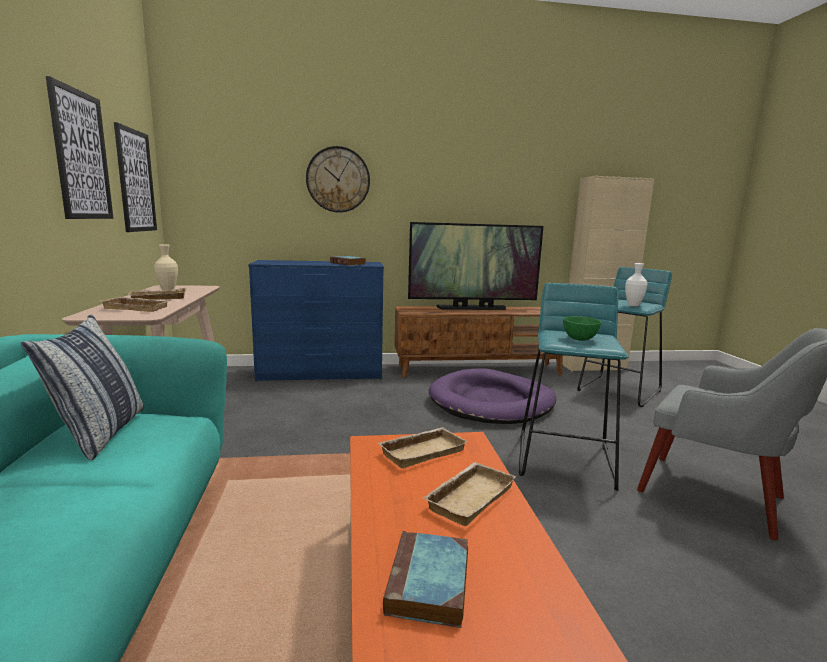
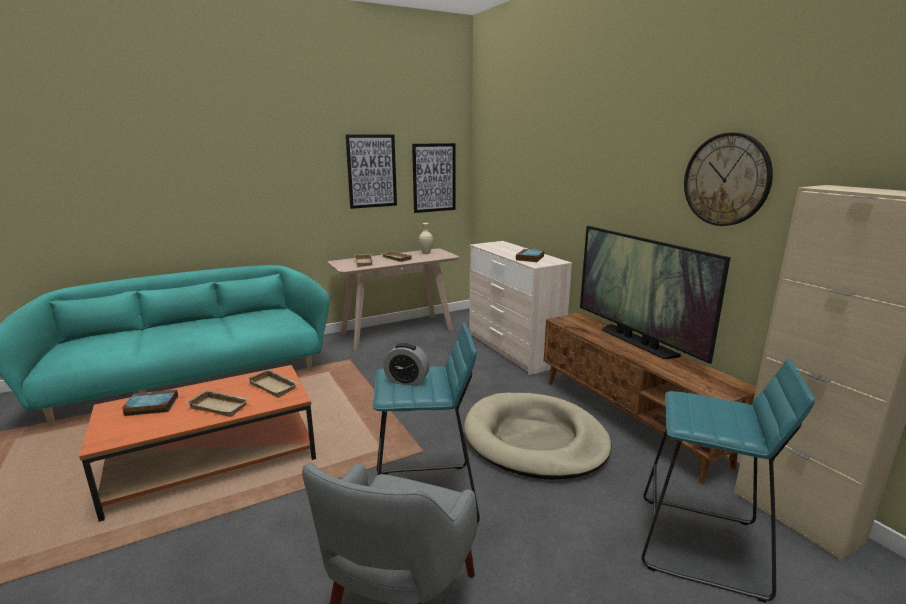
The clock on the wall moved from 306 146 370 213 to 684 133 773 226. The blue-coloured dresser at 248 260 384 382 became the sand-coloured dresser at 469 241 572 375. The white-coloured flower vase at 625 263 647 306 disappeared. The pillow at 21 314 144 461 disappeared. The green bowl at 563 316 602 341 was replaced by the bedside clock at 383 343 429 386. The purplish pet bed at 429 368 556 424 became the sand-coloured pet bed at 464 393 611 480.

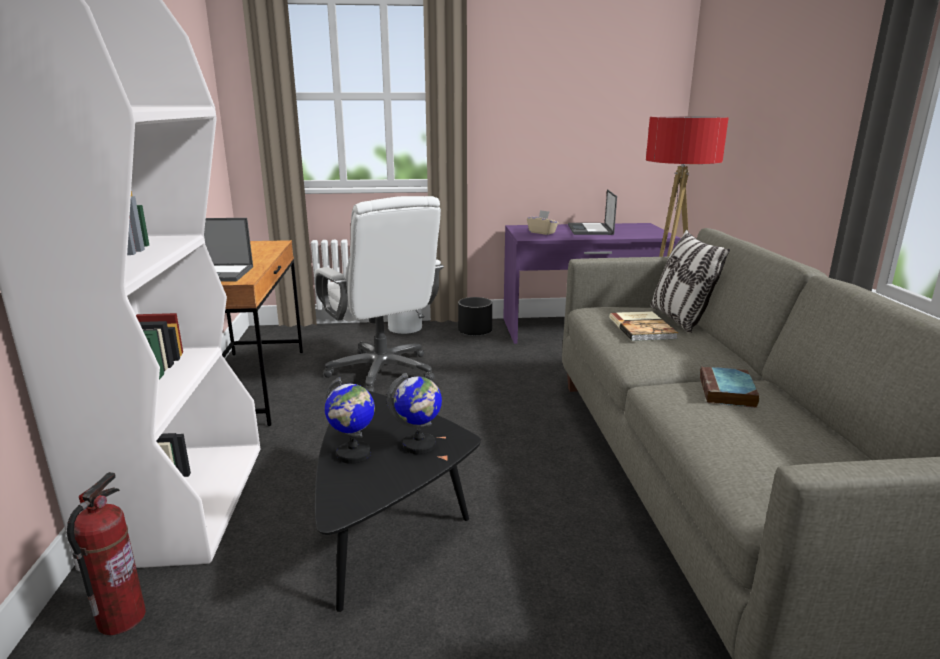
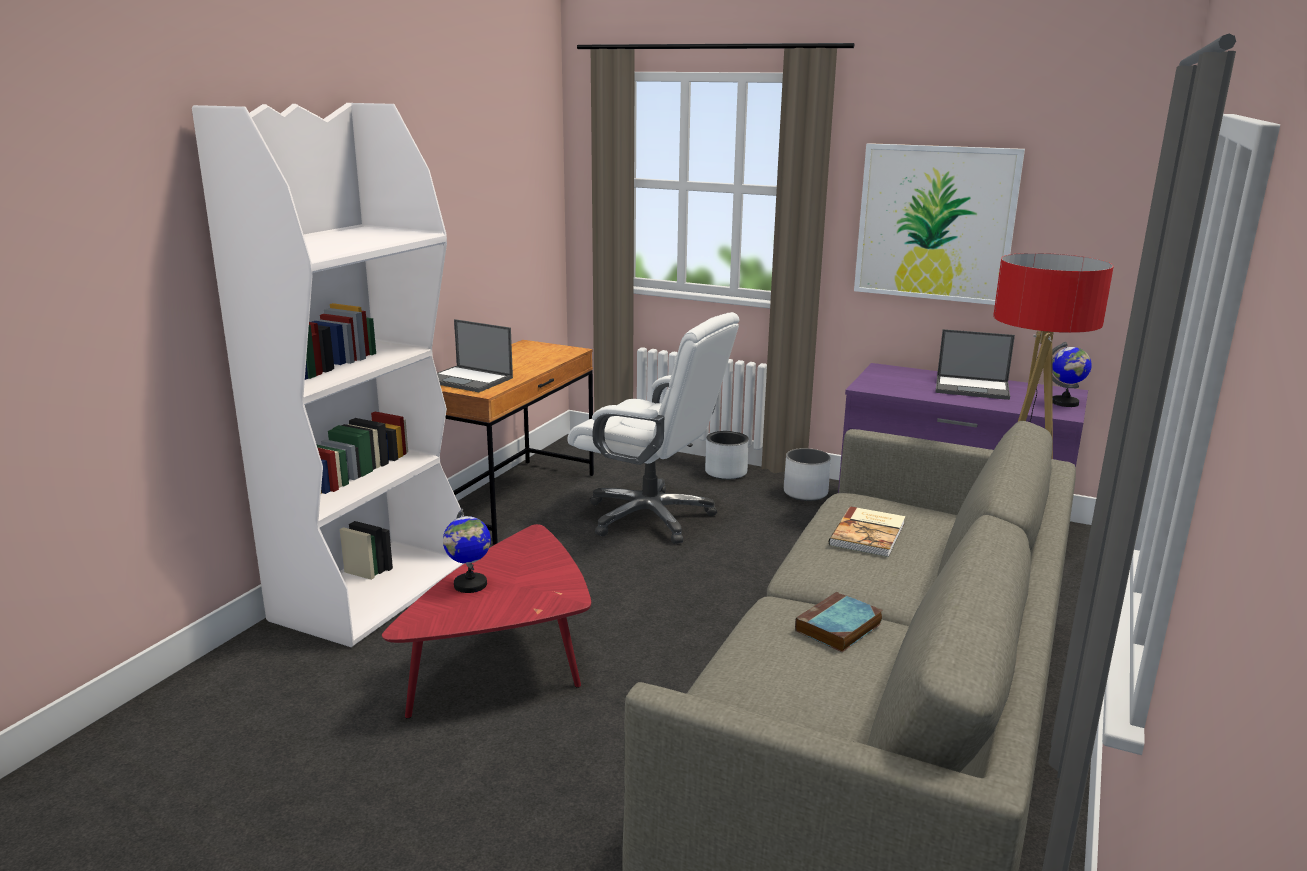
The laptop at 568 189 617 235 turned 105 degrees counterclockwise. The white-coloured desk chair at 314 196 444 392 turned 60 degrees counterclockwise. The sand-coloured tissue holder at 527 210 558 235 disappeared. The pillow at 651 230 730 334 disappeared. The black plant pot at 458 297 492 336 became the white-coloured plant pot at 784 448 831 501. The world globe moved from 386 373 442 454 to 1052 342 1092 407. The black low table at 315 390 481 612 became the red-coloured low table at 382 524 591 719. The extinguisher at 67 472 146 635 disappeared. The picture at 854 143 1025 305 appeared.

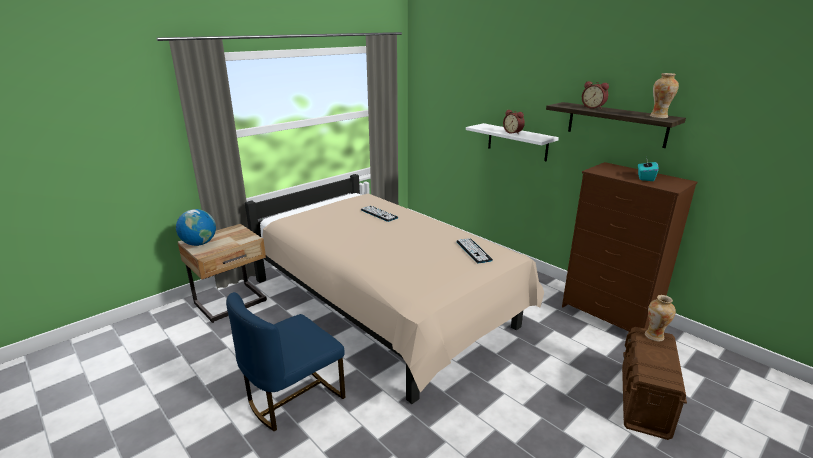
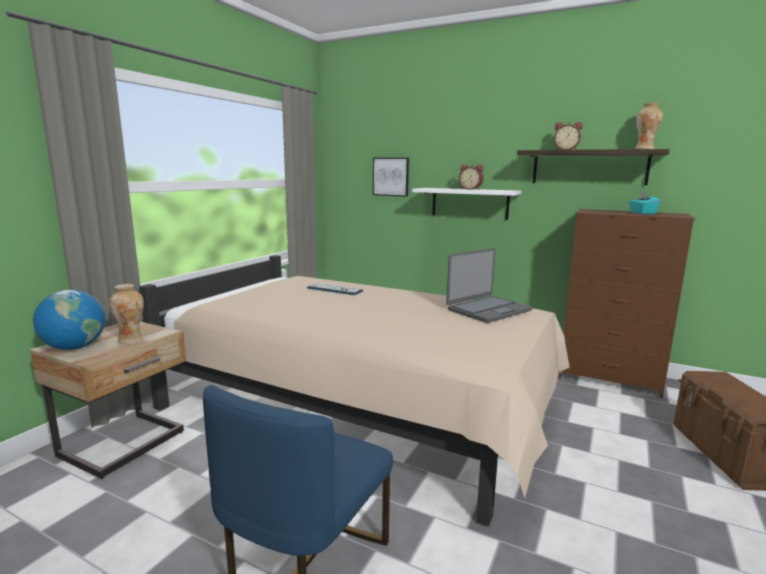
The computer keyboard at 456 238 493 263 was replaced by the laptop at 446 248 532 323. The flower vase moved from 645 295 676 341 to 109 284 144 344. The picture at 373 158 409 197 appeared.

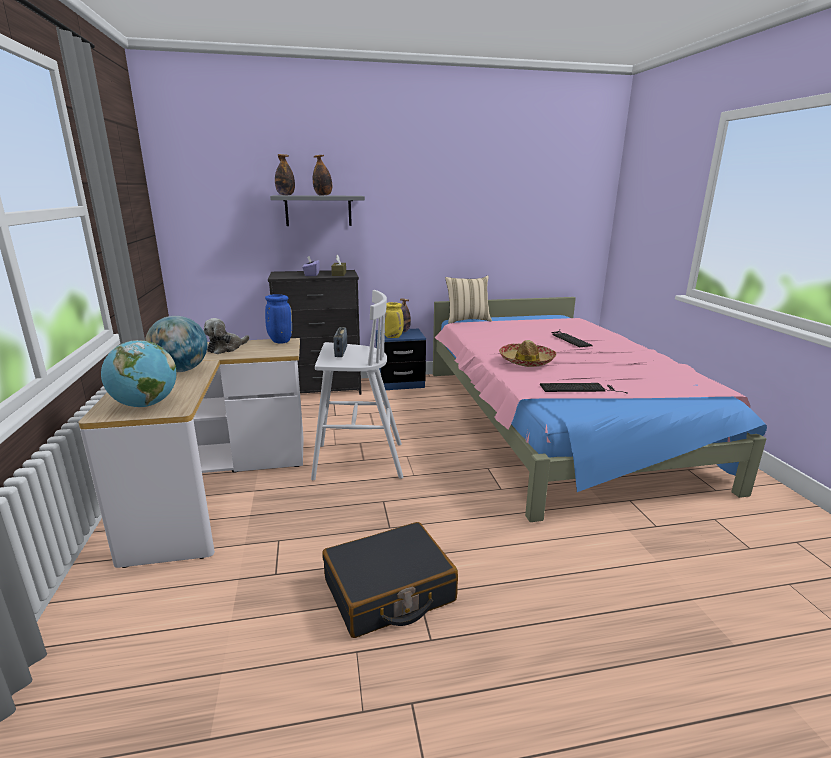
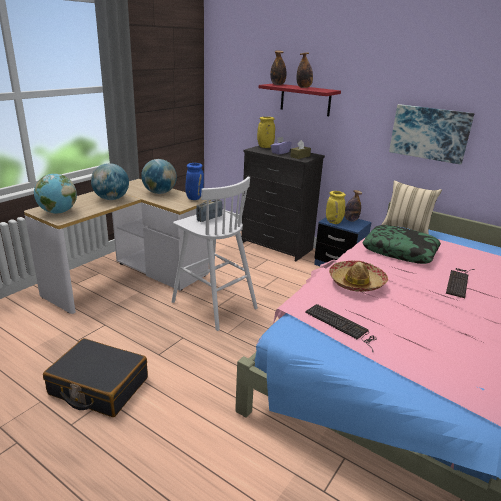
The grey shelf at 270 195 365 226 became the red-coloured shelf at 259 84 341 116. The plush toy at 204 318 249 354 was replaced by the world globe at 141 159 177 194. The picture at 389 104 475 165 appeared. The yellowish flower vase at 257 117 275 148 appeared. The pillow at 362 225 441 264 appeared.

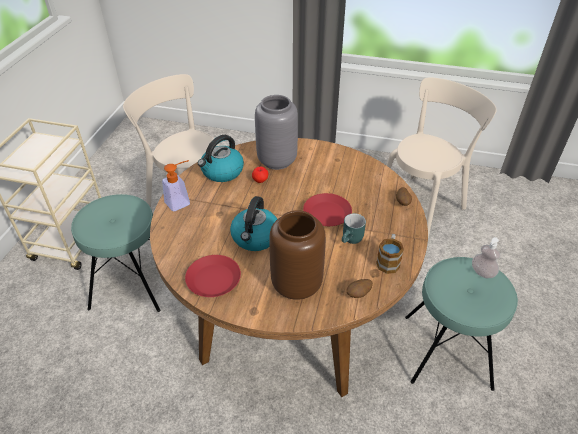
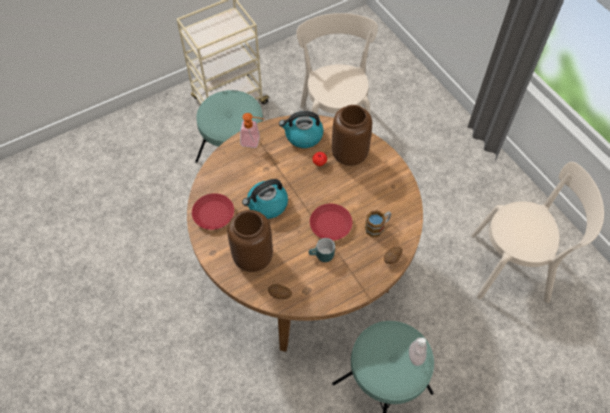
The grey flower vase at 255 95 298 170 became the brown flower vase at 332 105 372 166. The coffee mug moved from 376 234 404 274 to 365 210 391 237.

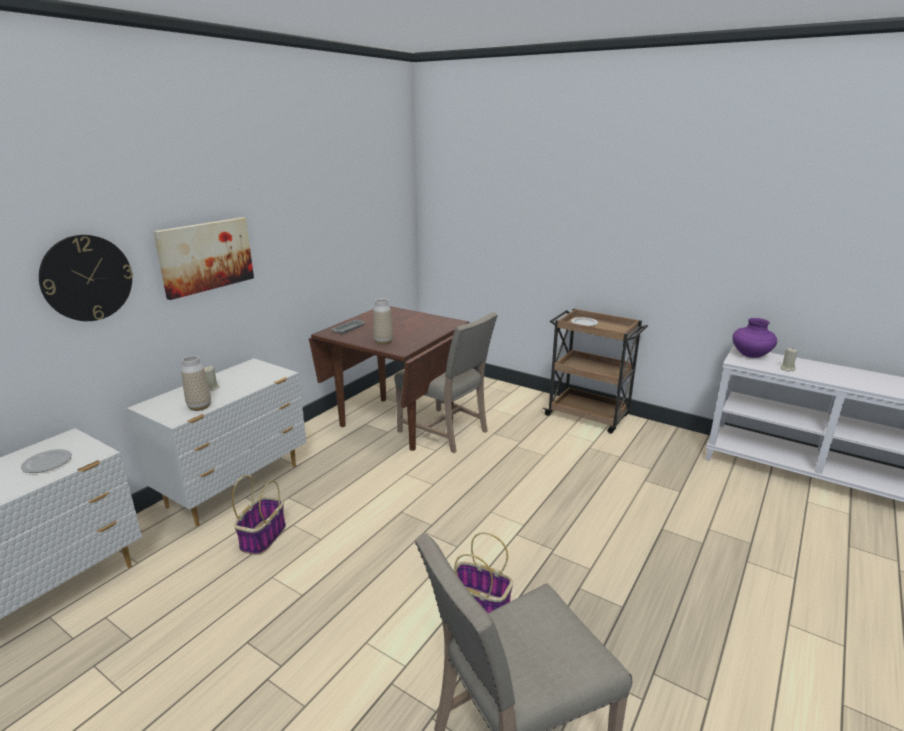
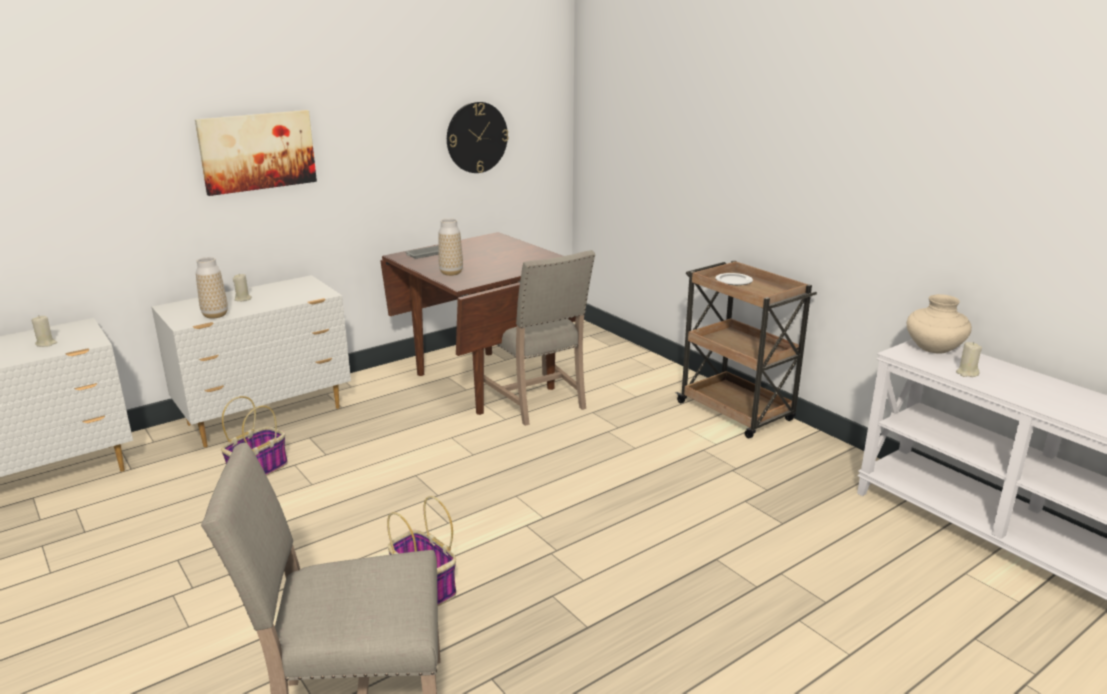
The clock on the wall moved from 39 235 133 321 to 447 102 509 173. The purplish flower vase at 732 318 777 358 became the sand-coloured flower vase at 907 294 972 353. The plate at 21 449 72 473 was replaced by the sand-coloured wax light at 31 315 57 347.

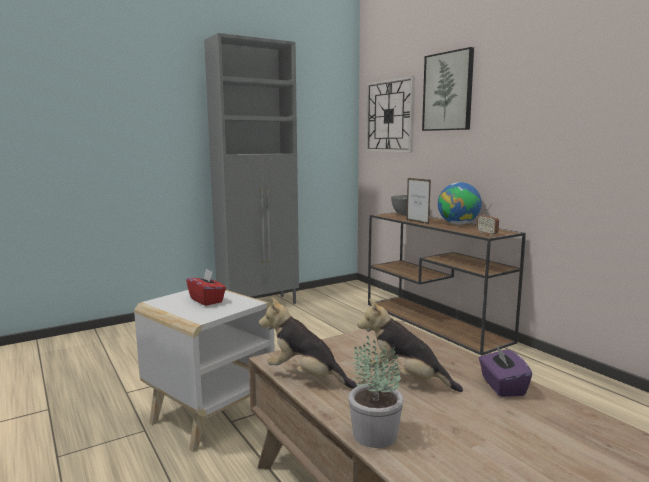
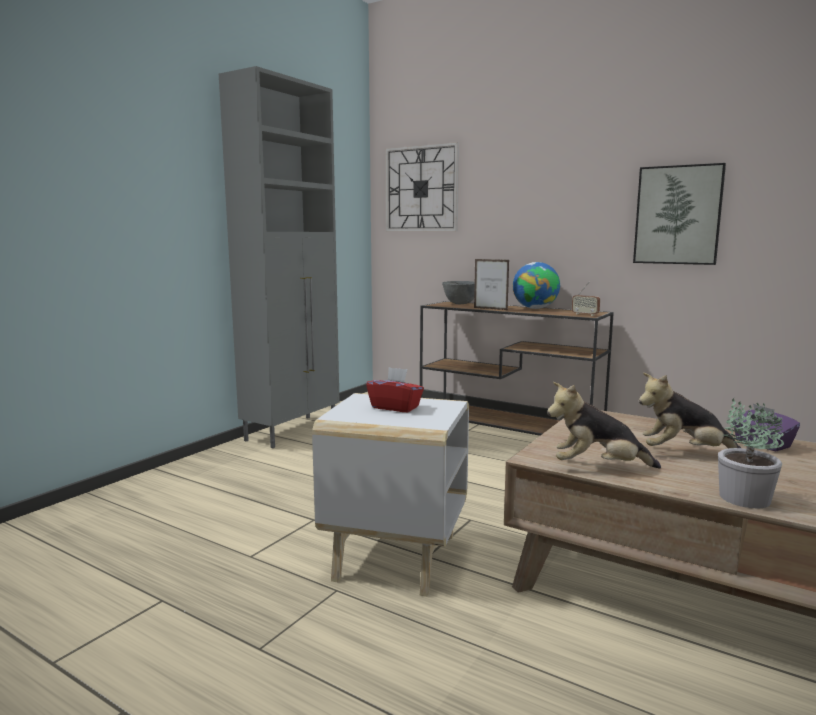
The picture moved from 422 47 474 131 to 633 163 726 265.

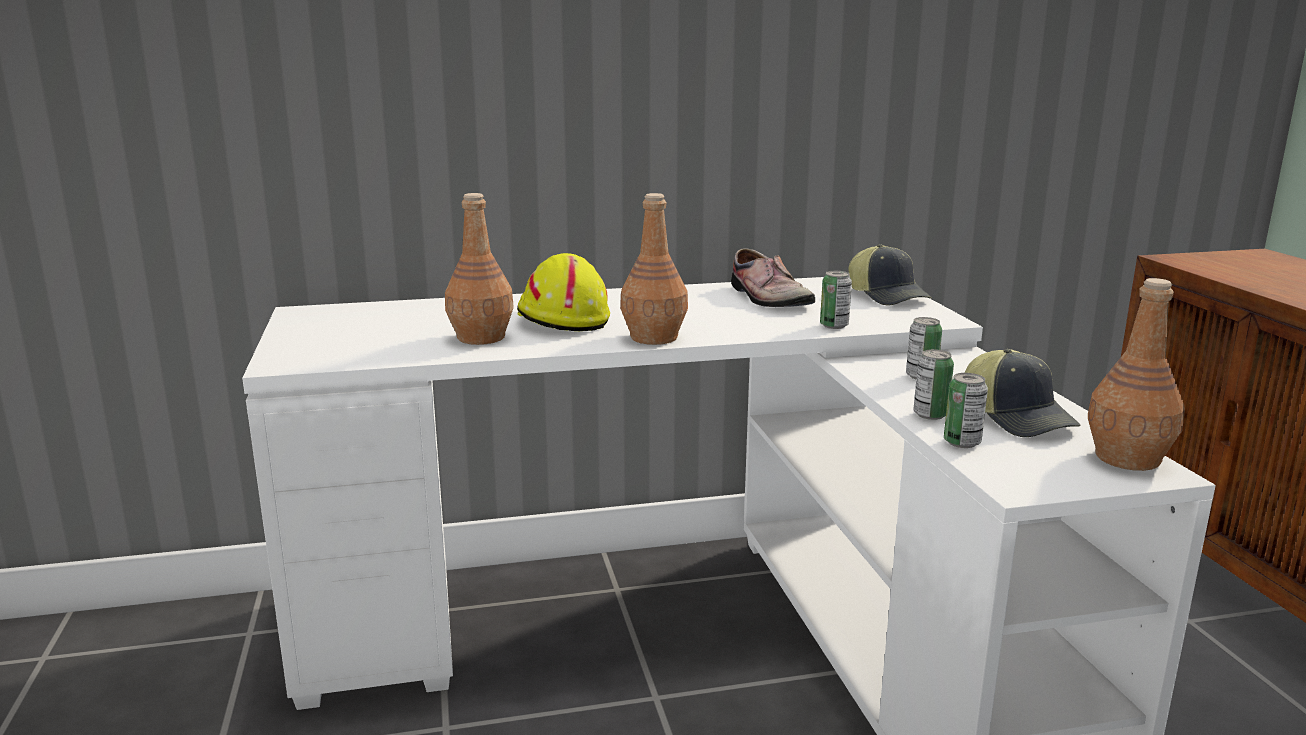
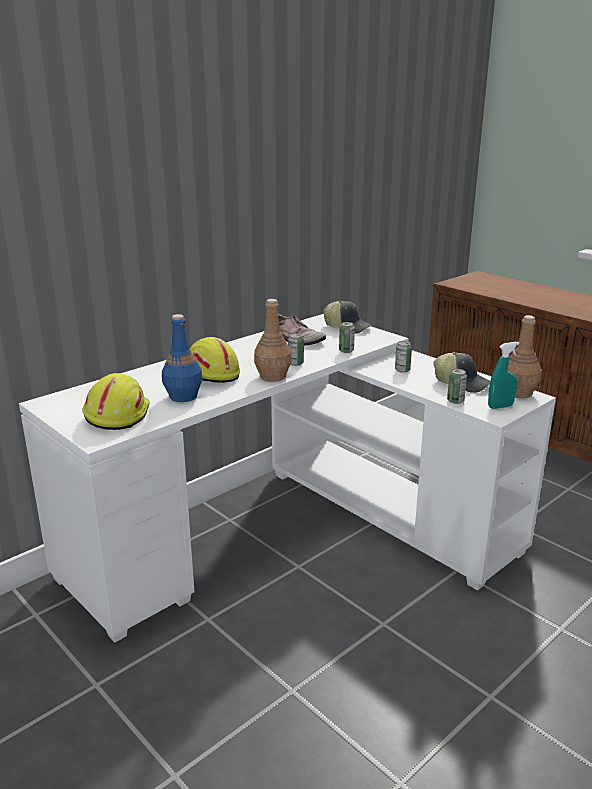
The brown drink bottle at 445 193 514 345 became the blue-coloured drink bottle at 162 314 202 402. The sealed can moved from 914 349 954 420 to 288 333 304 366. The turquoise hand sprayer at 488 342 520 409 appeared. The yellowish work helmet at 82 373 149 430 appeared.

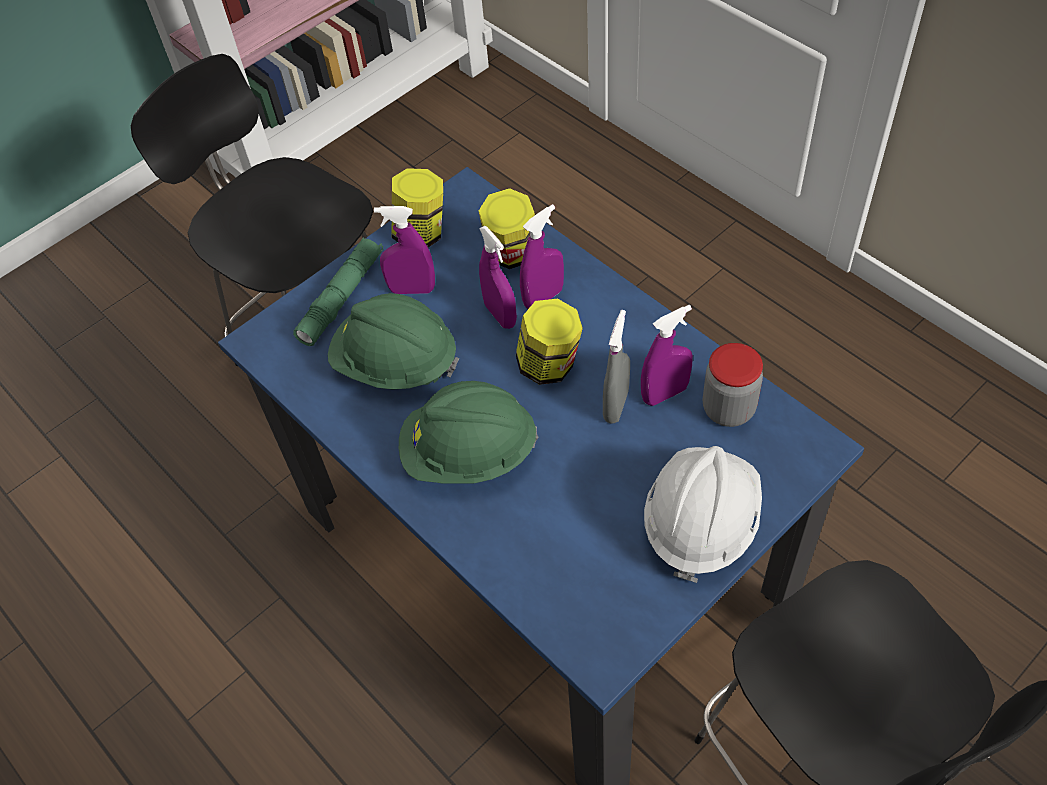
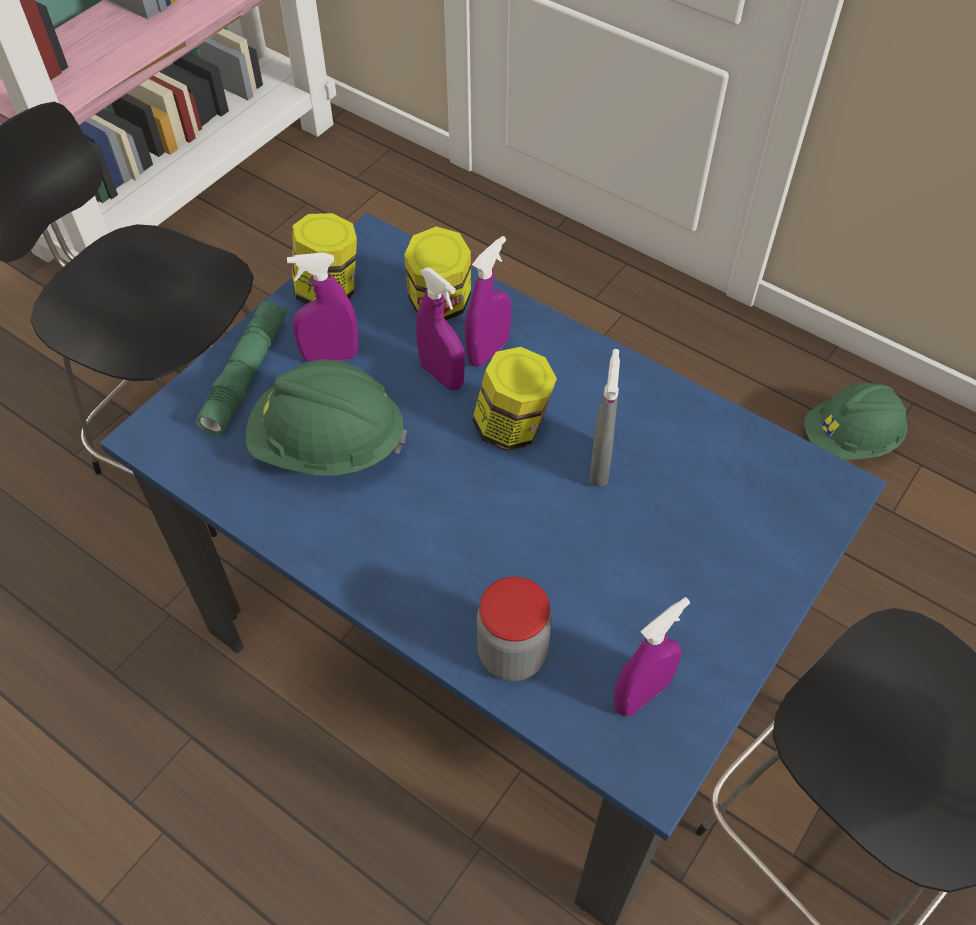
The purplish hand sprayer moved from 641 305 693 406 to 614 597 690 717. The preserve jar moved from 703 343 763 427 to 477 577 552 681. The green work helmet moved from 399 381 538 484 to 804 383 907 460. The white-coloured work helmet at 644 446 762 583 disappeared.

